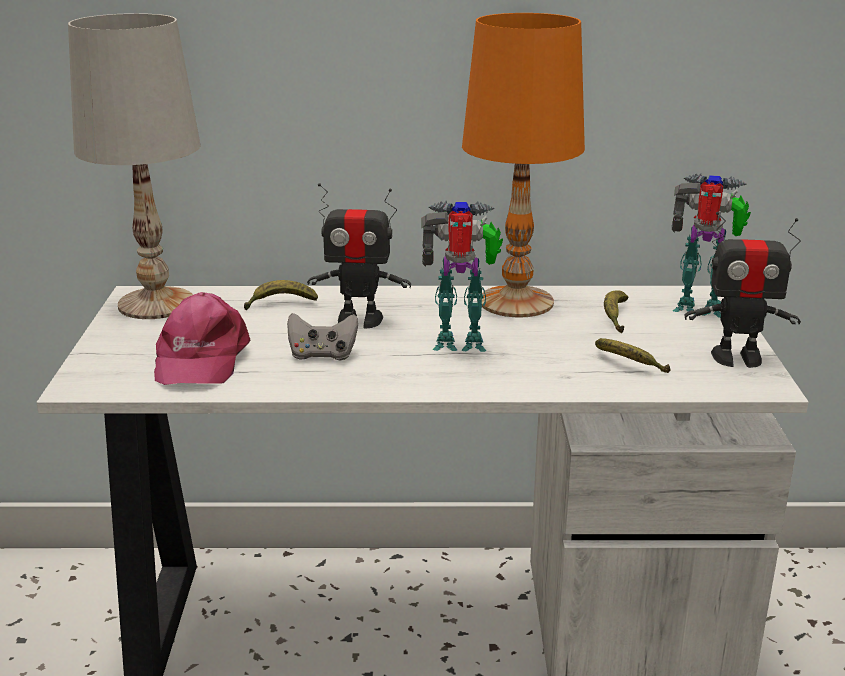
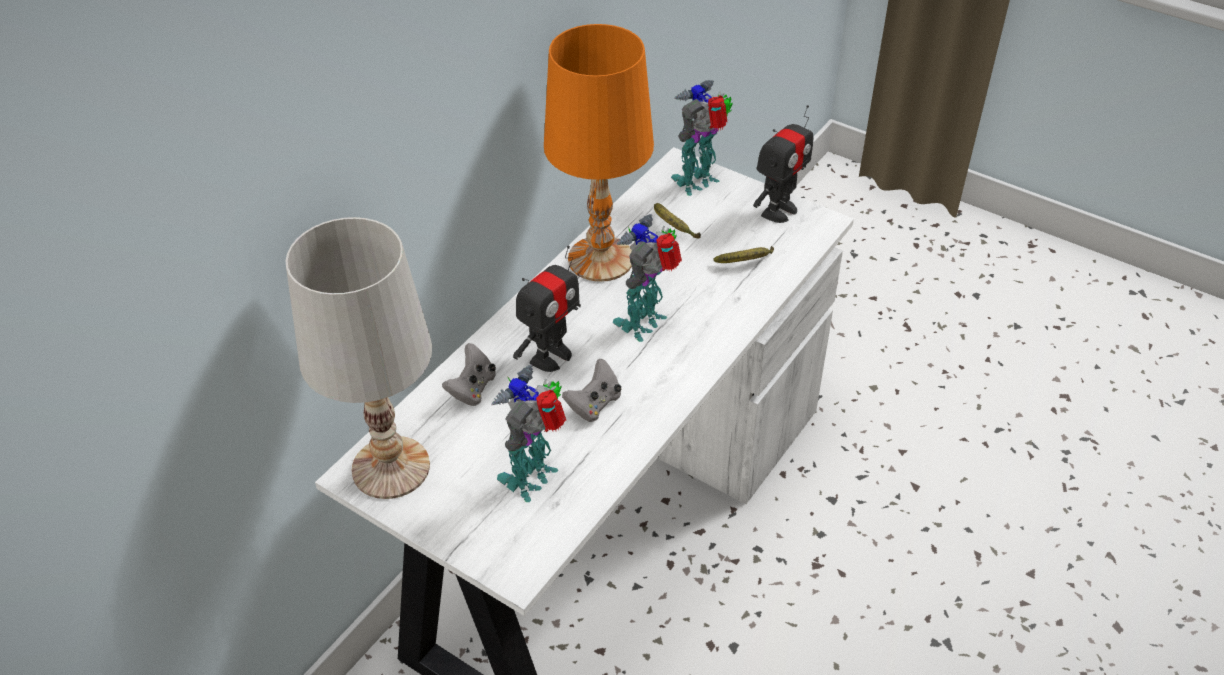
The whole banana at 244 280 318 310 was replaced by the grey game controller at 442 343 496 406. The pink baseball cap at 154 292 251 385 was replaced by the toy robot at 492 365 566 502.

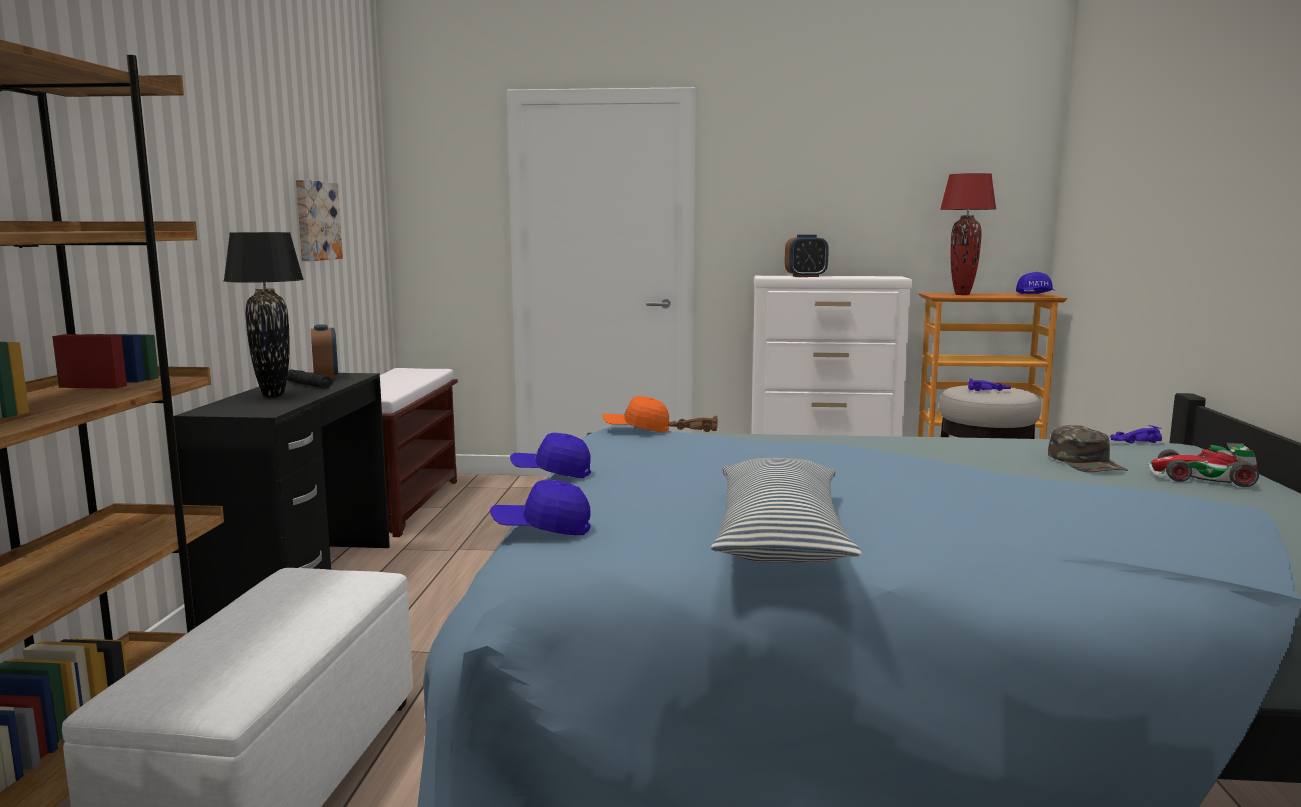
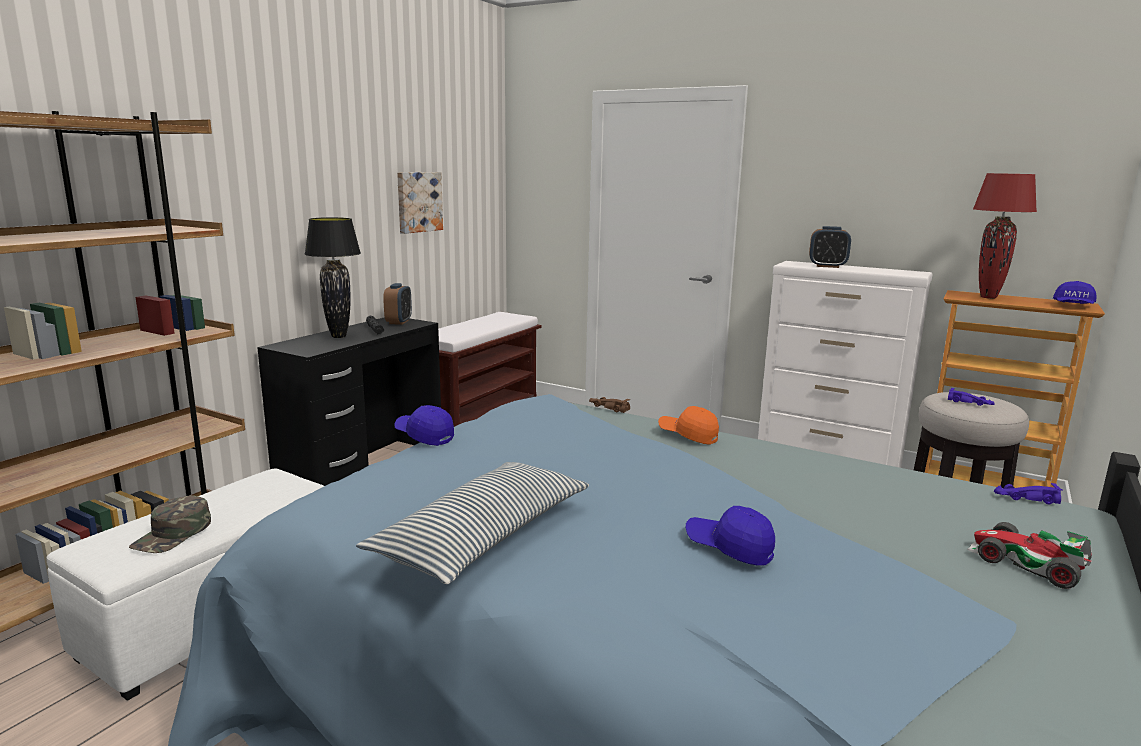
The orangey baseball cap moved from 602 396 669 433 to 658 406 719 445. The green baseball cap moved from 1048 425 1128 472 to 129 495 211 553. The blue-coloured baseball cap moved from 490 479 591 535 to 686 506 775 566.

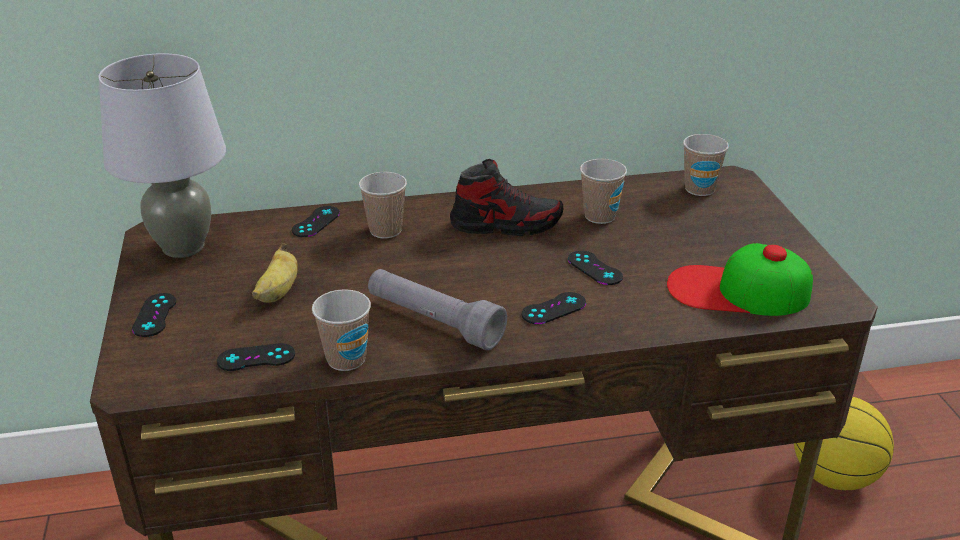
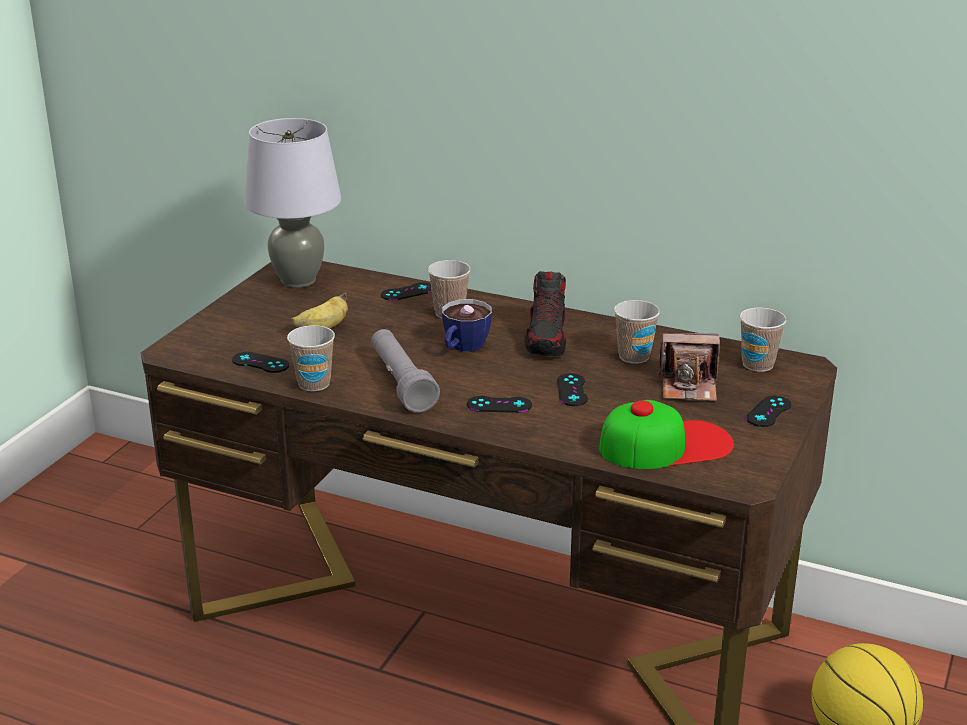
The shoe at 450 159 563 236 turned 60 degrees clockwise. The baseball cap at 667 243 813 316 turned 120 degrees clockwise. The black game controller moved from 132 293 176 337 to 746 396 791 427. The cup at 442 299 492 352 appeared. The photo camera at 657 333 720 401 appeared.

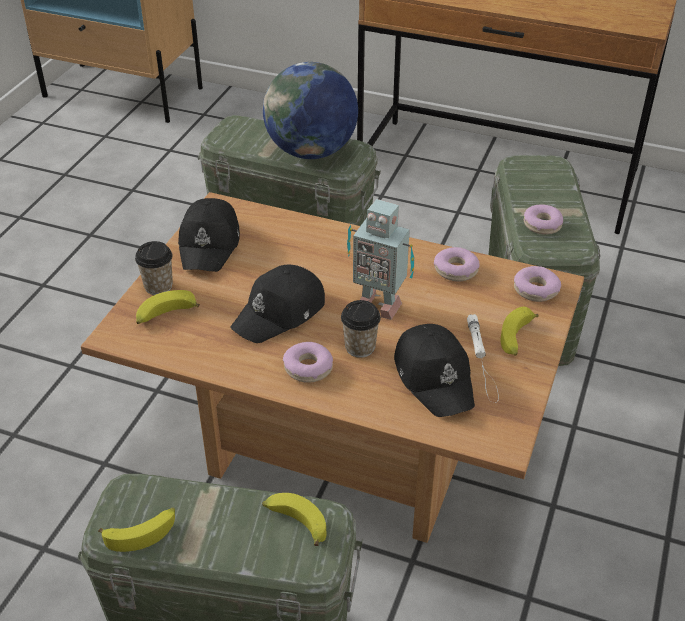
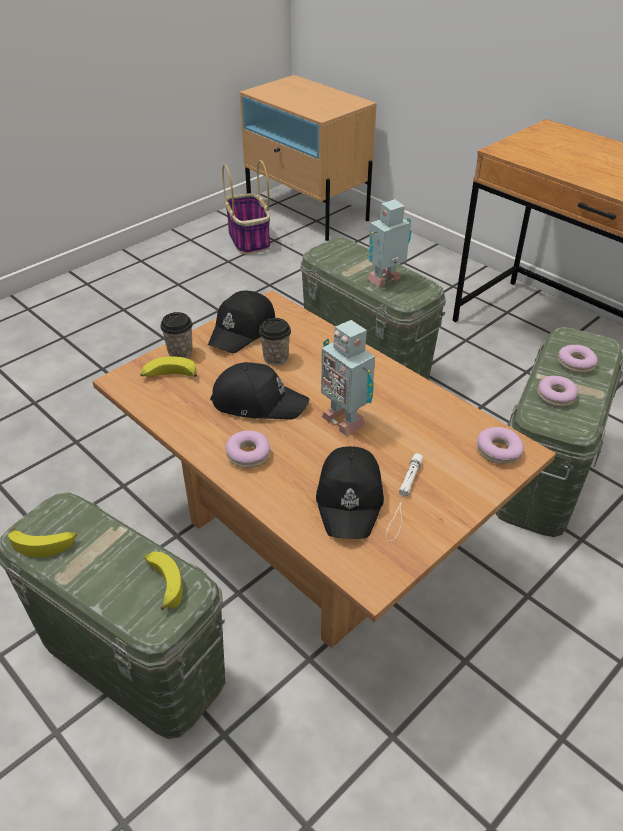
The world globe at 263 62 358 159 was replaced by the toy robot at 368 199 411 287. The doughnut moved from 434 247 480 281 to 558 345 598 373. The black baseball cap at 230 265 325 343 turned 150 degrees counterclockwise. The cup moved from 341 300 381 358 to 259 318 291 365. The whole banana at 501 306 539 355 disappeared. The household basket at 222 160 270 255 appeared.

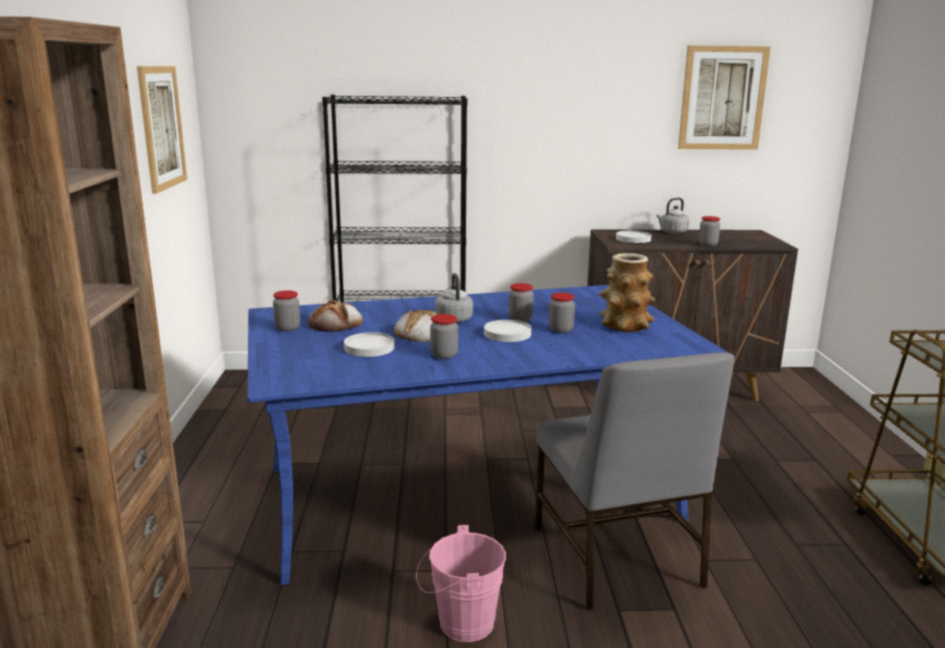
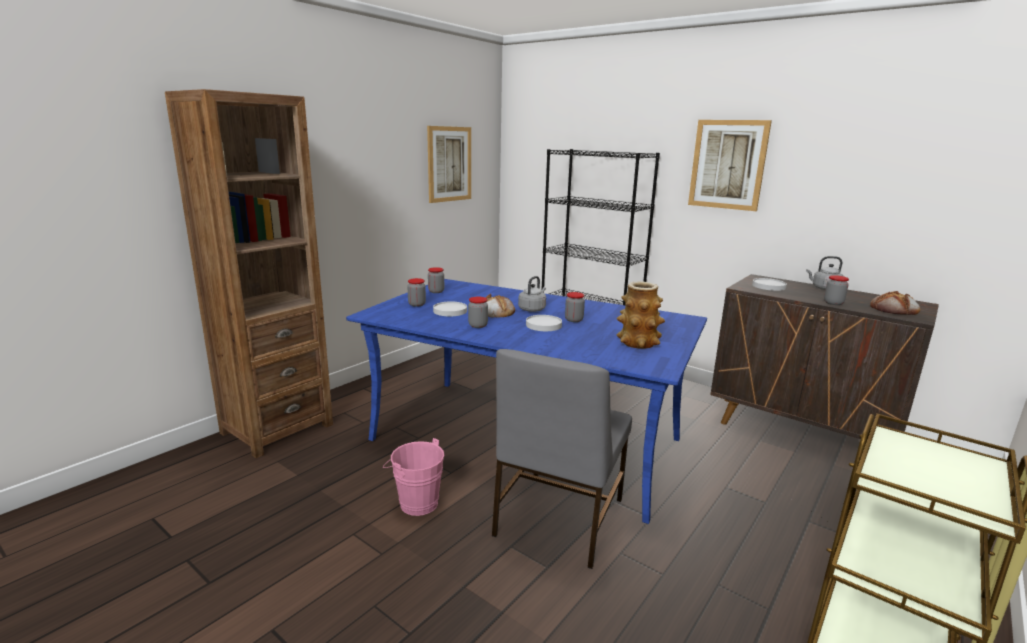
The picture moved from 678 46 771 150 to 688 120 772 211. The preserve jar moved from 549 293 575 333 to 407 278 426 307. The bread moved from 308 300 363 332 to 870 291 920 315.

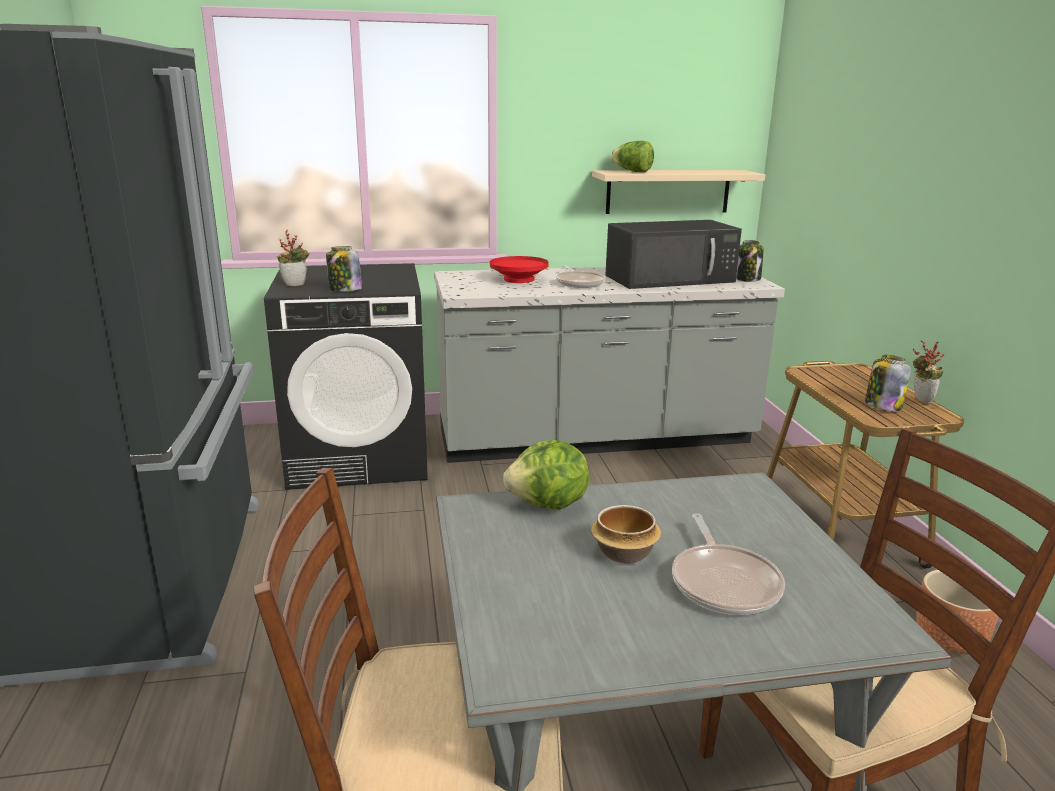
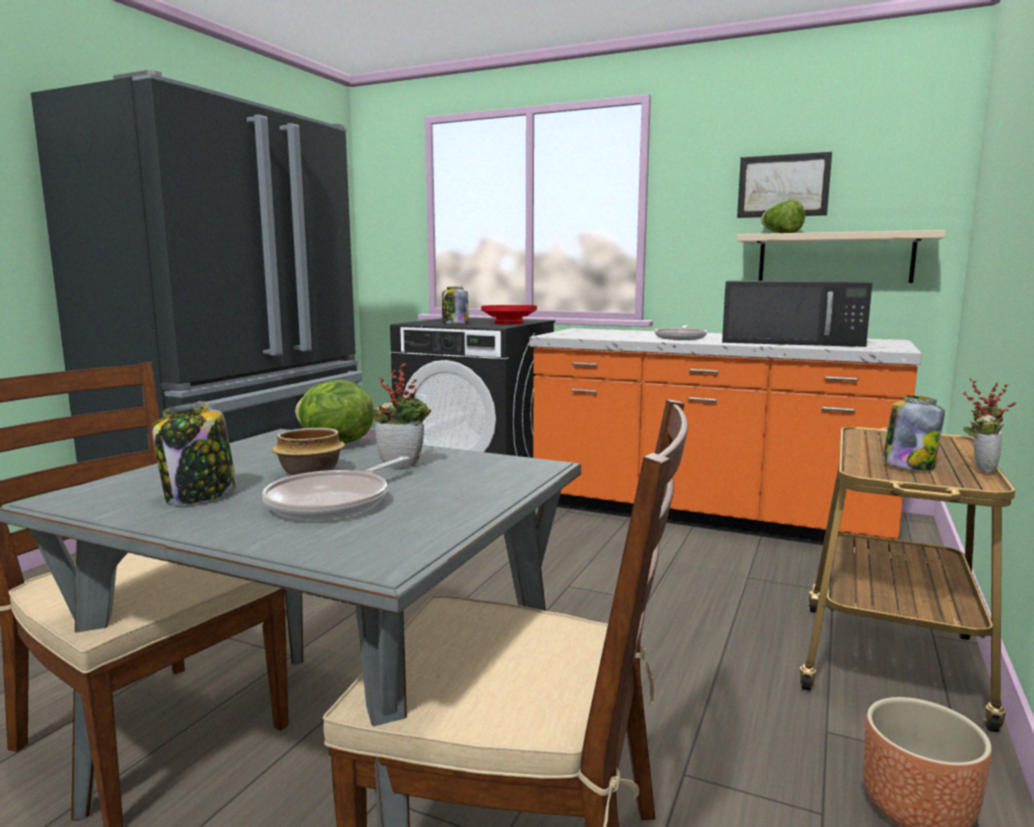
The plant in a pot moved from 277 230 310 286 to 373 363 431 468. The preserve jar moved from 736 240 764 282 to 152 402 237 505. The red-coloured bowl moved from 490 256 548 283 to 481 305 537 324. The grey counter at 434 267 785 463 became the orangey counter at 529 328 922 552. The picture at 737 152 832 218 appeared.

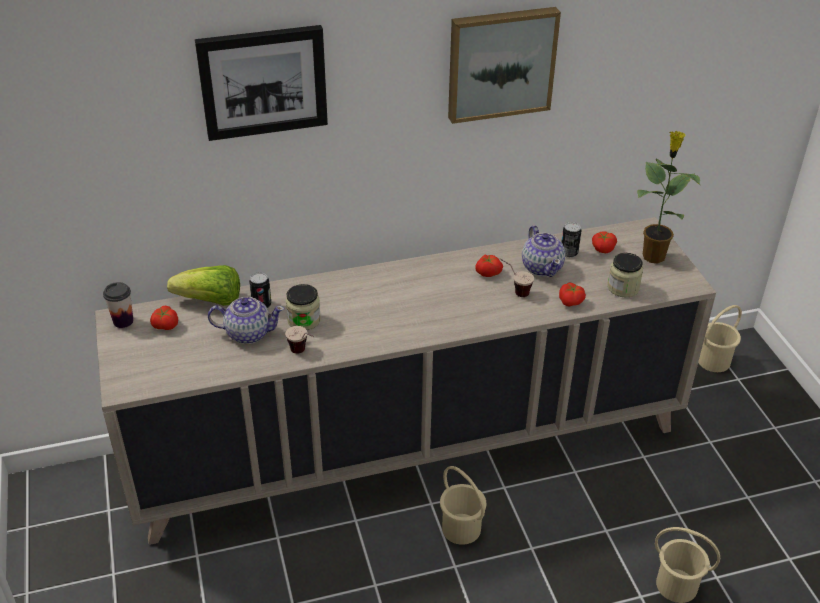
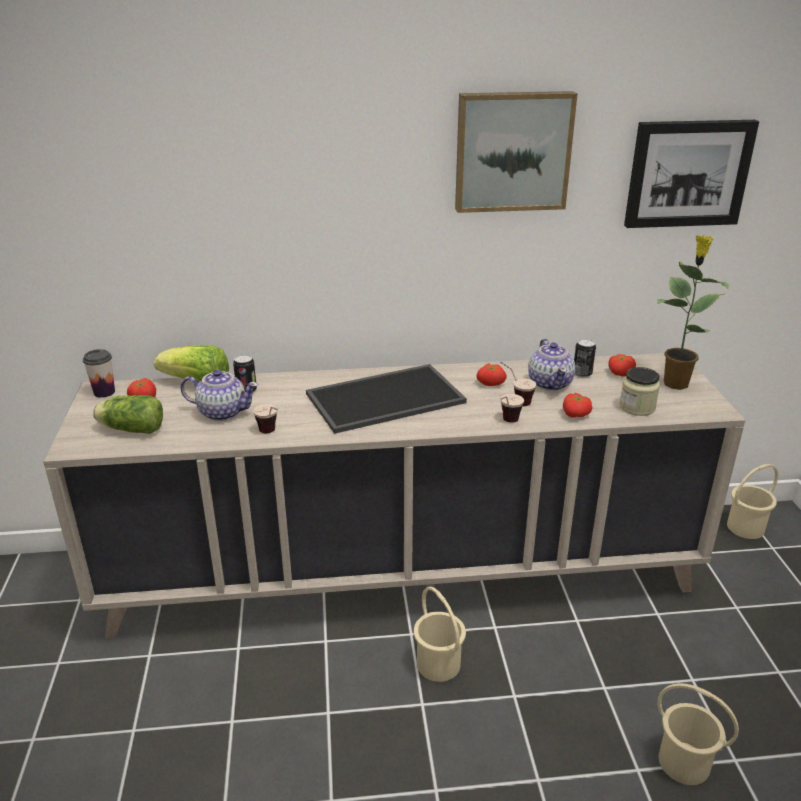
The picture moved from 195 25 328 141 to 624 120 759 228. The preserve jar at 286 284 321 330 disappeared. The carrying tray at 306 364 467 434 appeared. The cup at 500 394 524 423 appeared. The lettuce head at 93 395 163 434 appeared.

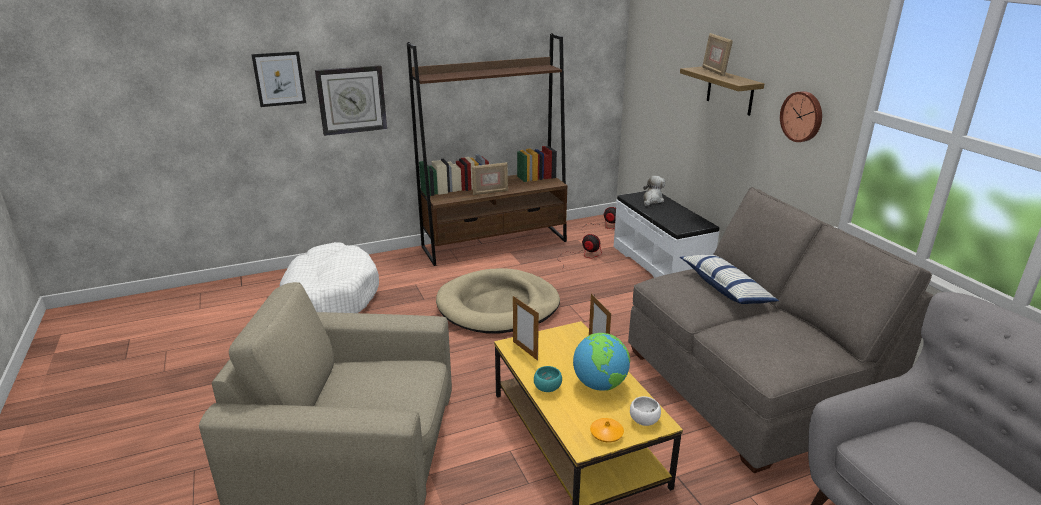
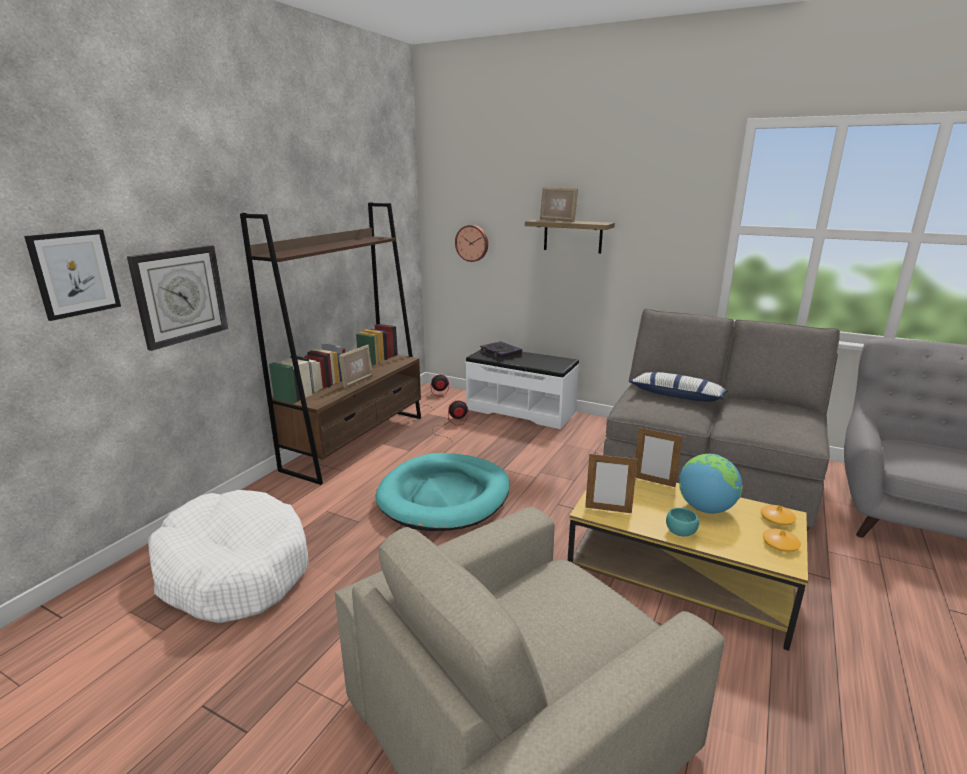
The clock on the wall moved from 780 91 822 142 to 455 225 488 262. The plush toy at 643 176 665 206 was replaced by the bound book at 480 341 522 360. The sand-coloured pet bed at 436 268 560 333 became the turquoise pet bed at 375 453 510 531. The white-coloured bowl at 630 396 661 426 was replaced by the orangey flower vase at 761 505 796 525.

